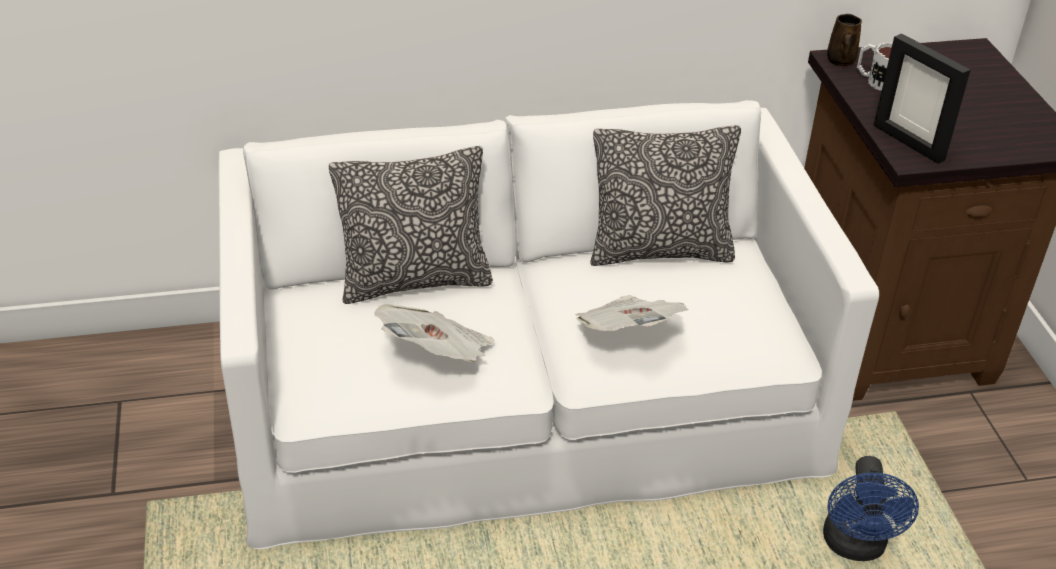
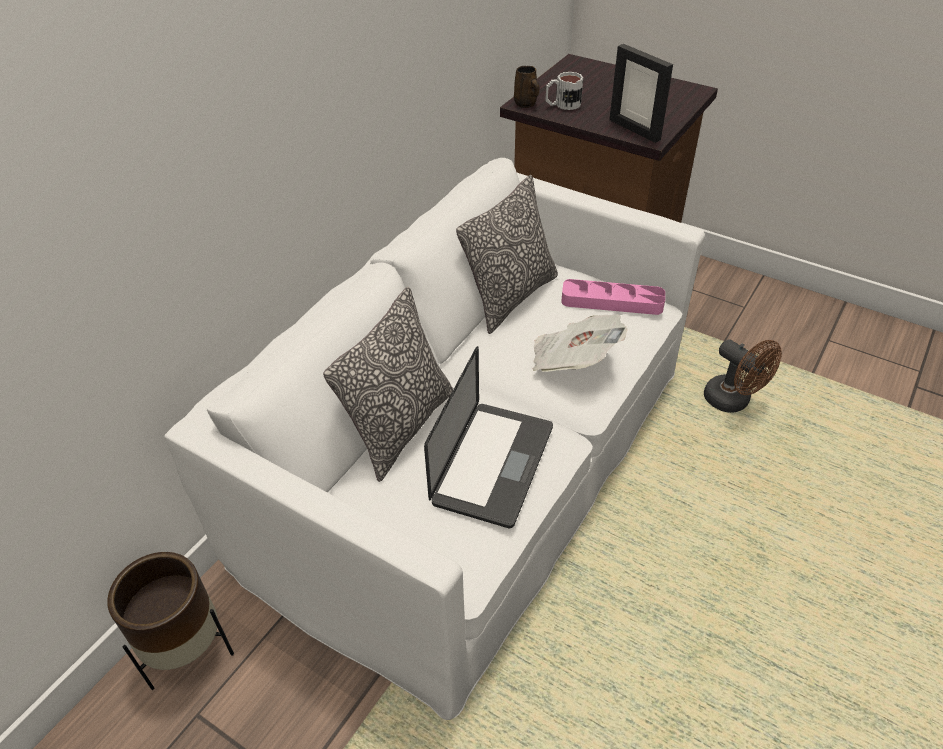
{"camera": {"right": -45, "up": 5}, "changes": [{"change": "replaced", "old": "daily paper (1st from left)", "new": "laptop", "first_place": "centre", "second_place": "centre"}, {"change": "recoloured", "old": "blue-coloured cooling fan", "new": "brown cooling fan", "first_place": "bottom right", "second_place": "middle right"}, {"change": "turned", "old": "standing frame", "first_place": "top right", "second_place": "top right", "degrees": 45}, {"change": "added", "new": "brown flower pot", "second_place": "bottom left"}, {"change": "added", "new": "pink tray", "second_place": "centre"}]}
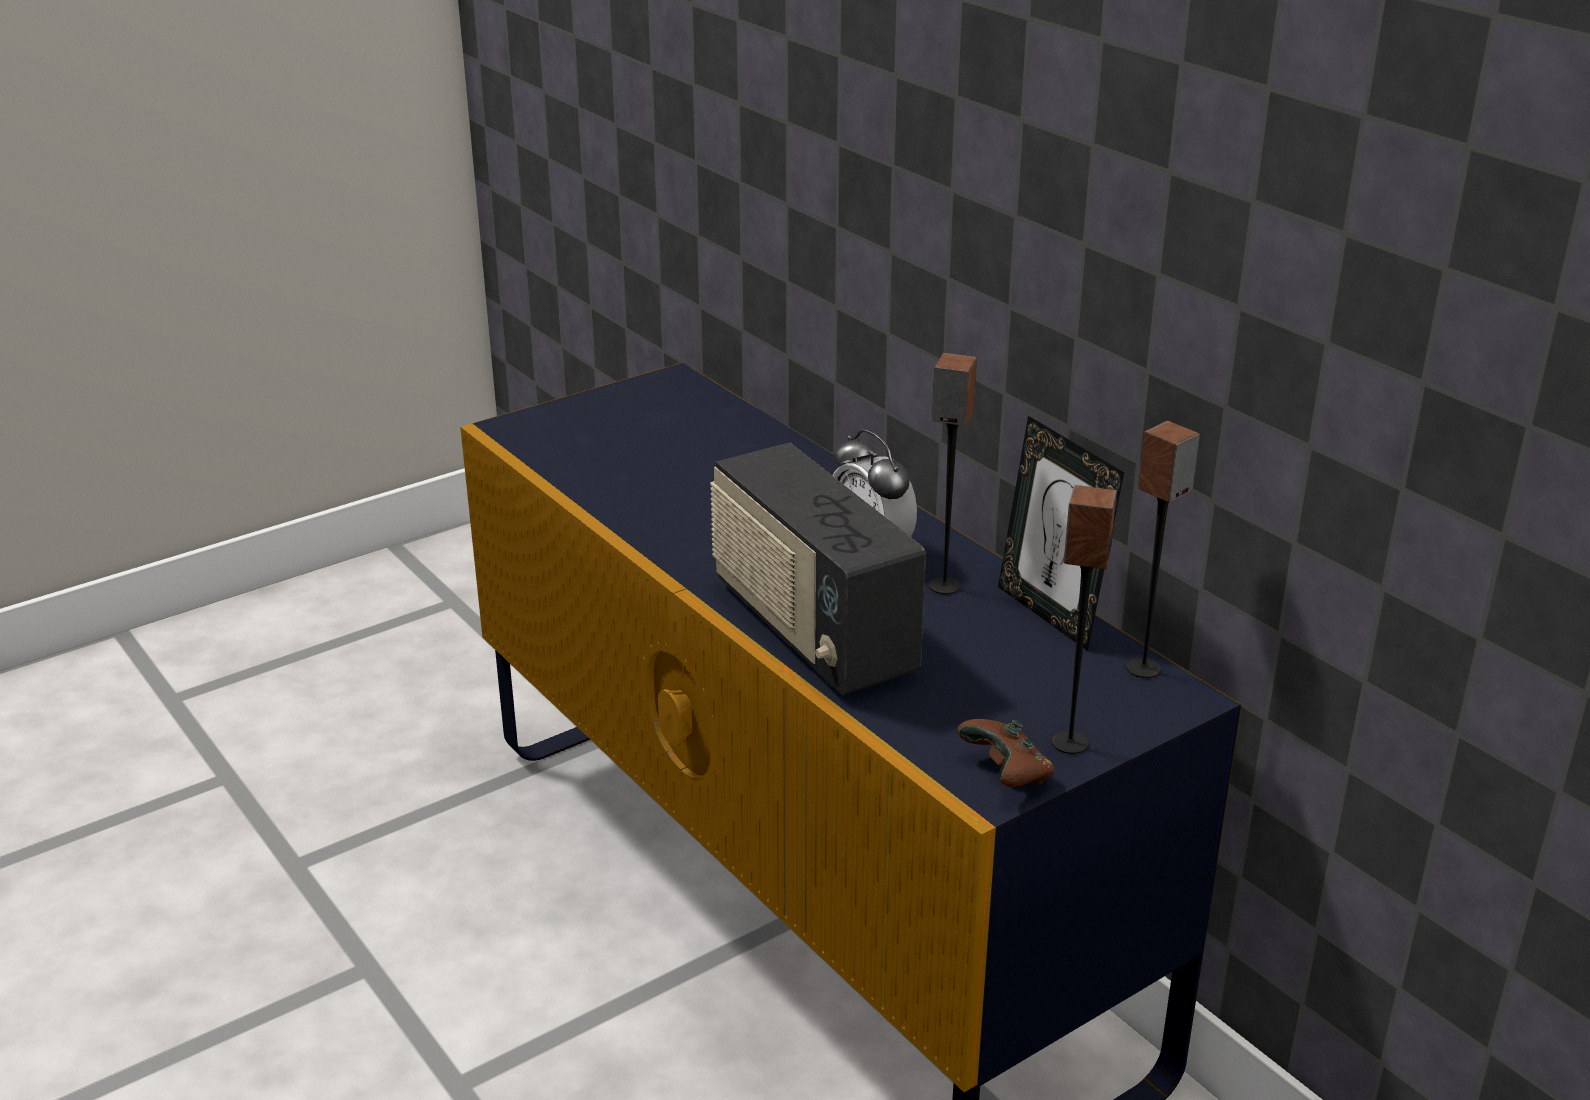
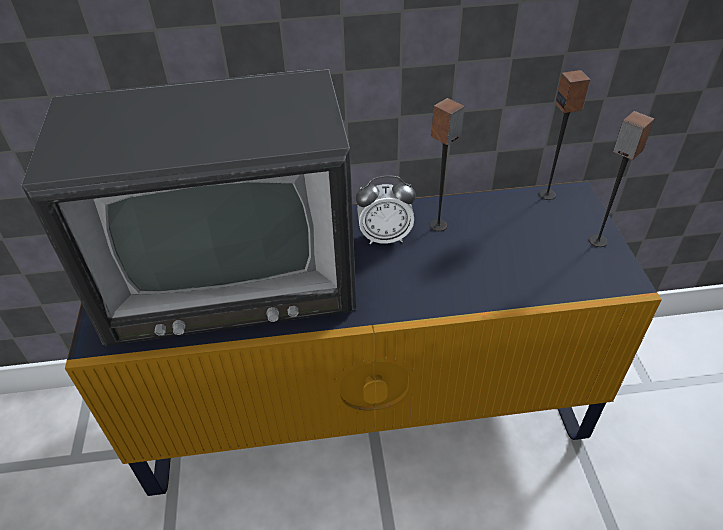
{"camera": {"right": -60, "up": 15}, "changes": [{"change": "removed", "old": "radio set", "first_place": "centre"}, {"change": "removed", "old": "brown gamepad", "first_place": "bottom centre"}, {"change": "removed", "old": "standing frame", "first_place": "middle right"}, {"change": "added", "new": "television", "second_place": "middle left"}]}
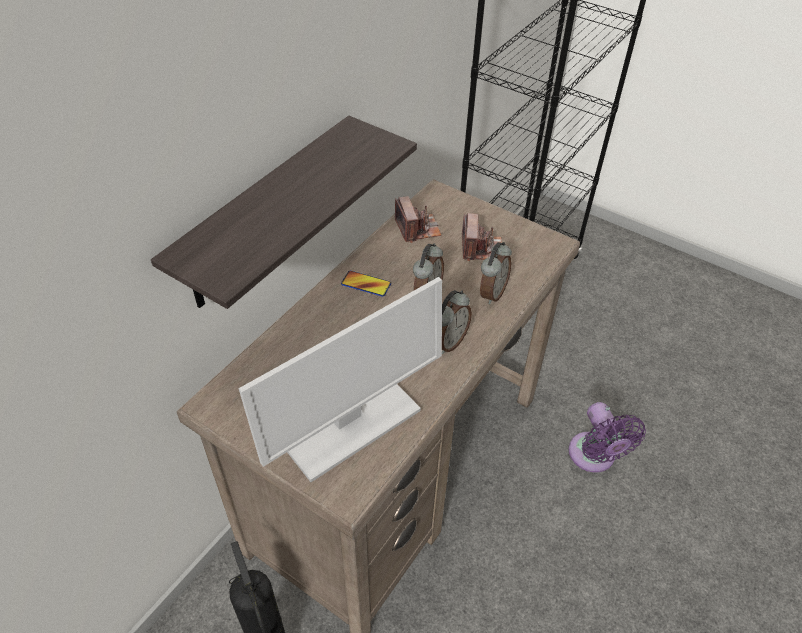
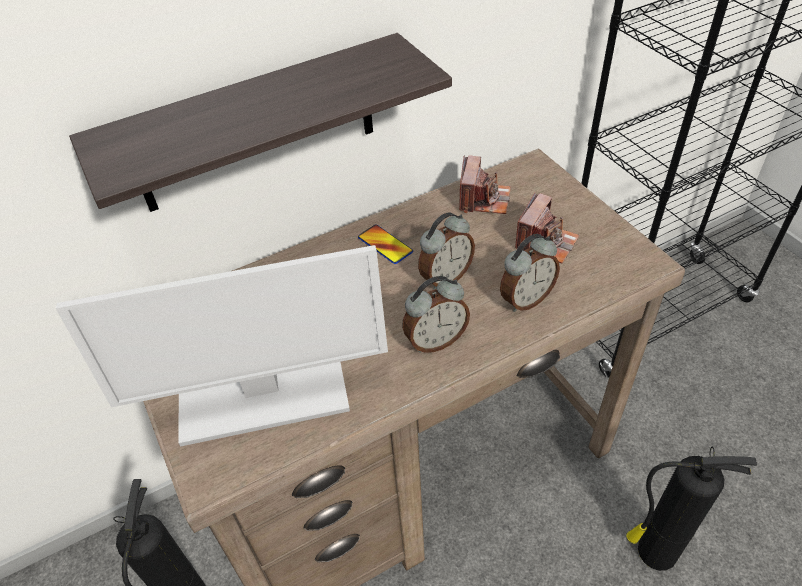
{"camera": {"right": 30, "up": 0}, "changes": [{"change": "replaced", "old": "purple-coloured cooling fan", "new": "extinguisher (2nd from left)", "first_place": "bottom right", "second_place": "bottom right"}]}
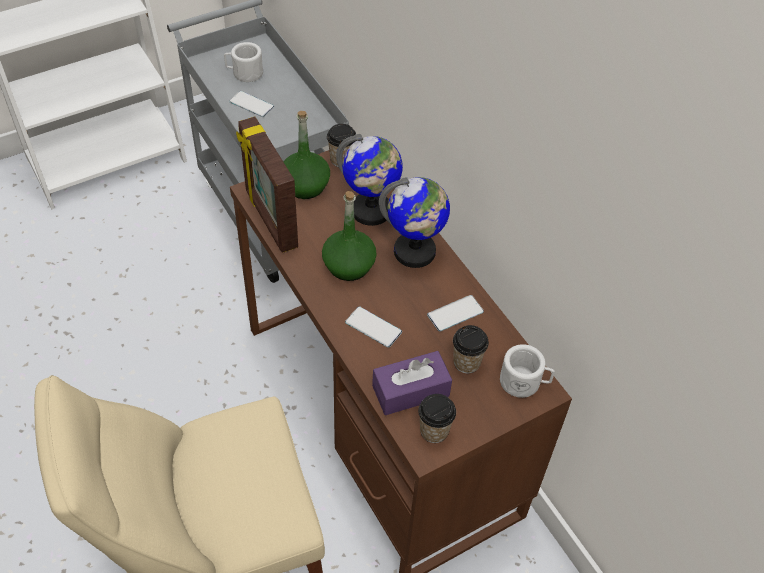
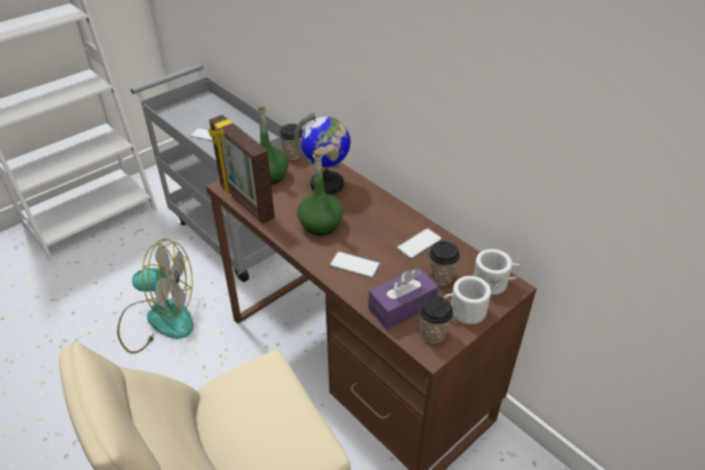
{"camera": {"right": -10, "up": -10}, "changes": [{"change": "moved", "old": "whitish mug (1st from left)", "first_place": "top left", "second_place": "centre"}, {"change": "removed", "old": "globe (2nd from left)", "first_place": "centre"}, {"change": "added", "new": "cooling fan", "second_place": "middle left"}]}
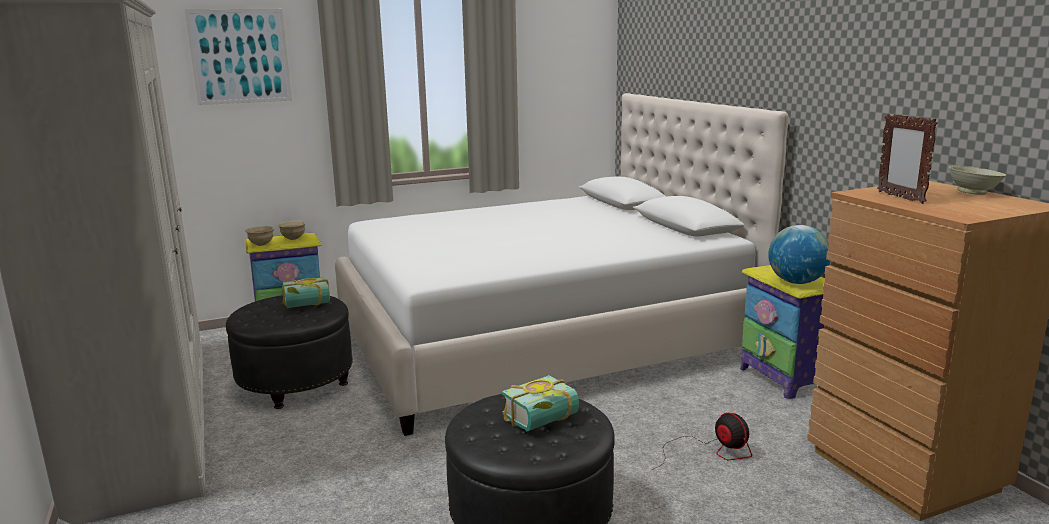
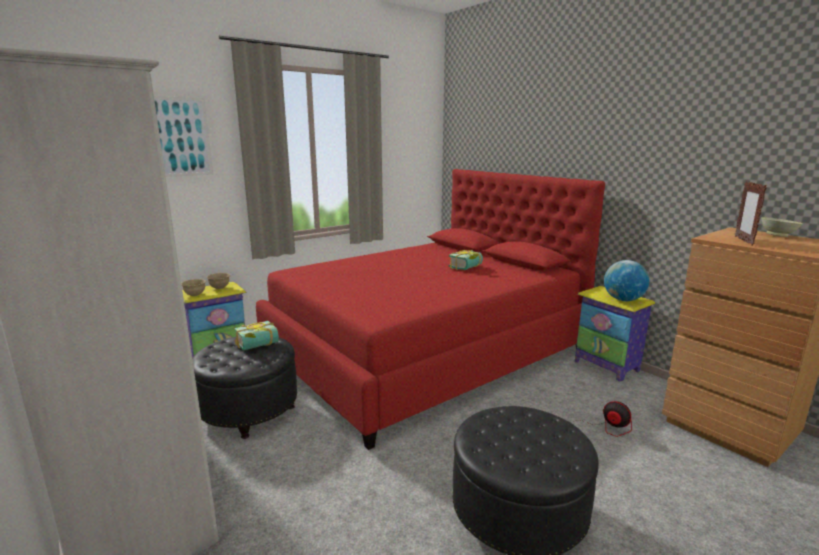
{"camera": {"right": -15, "up": 0}, "changes": [{"change": "recoloured", "old": "whitish bedroom bed", "new": "red-coloured bedroom bed", "first_place": "centre", "second_place": "centre"}, {"change": "moved", "old": "book (2nd from left)", "first_place": "bottom centre", "second_place": "centre"}, {"change": "turned", "old": "standing frame", "first_place": "top right", "second_place": "middle right", "degrees": 45}]}
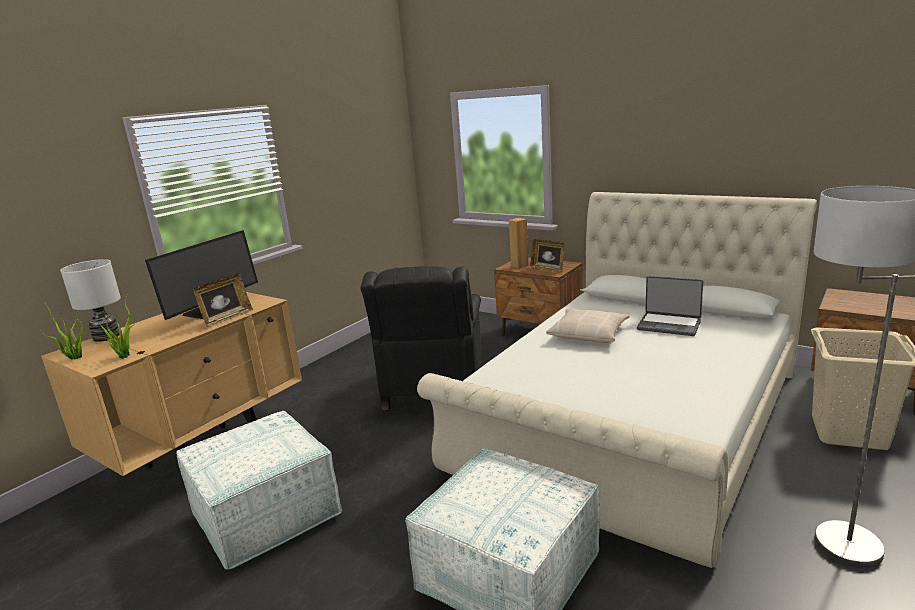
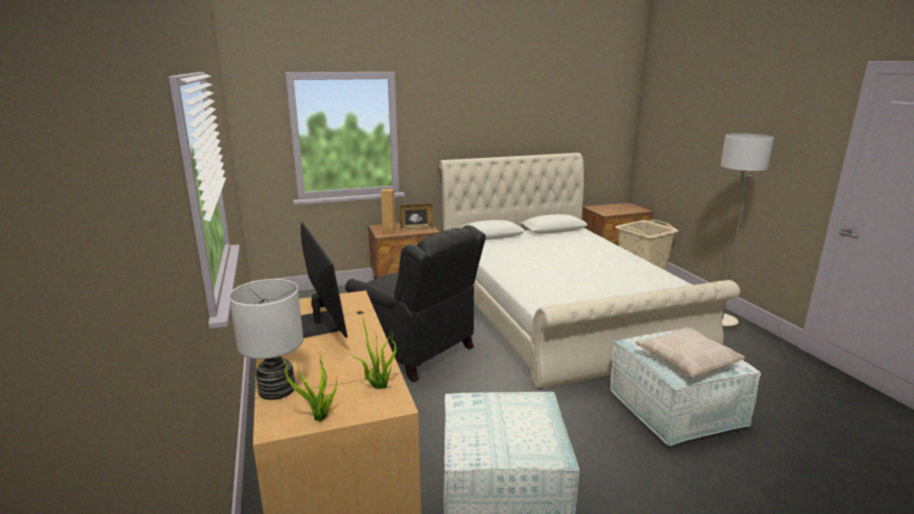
{"camera": {"right": -55, "up": 0}, "changes": [{"change": "removed", "old": "standing frame (1st from left)", "first_place": "middle left"}, {"change": "moved", "old": "beige pillow", "first_place": "centre", "second_place": "bottom right"}, {"change": "removed", "old": "laptop", "first_place": "middle right"}]}
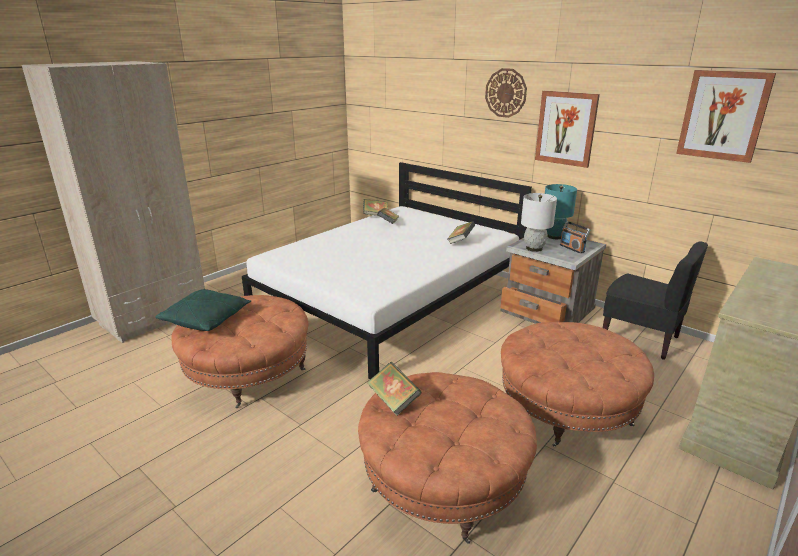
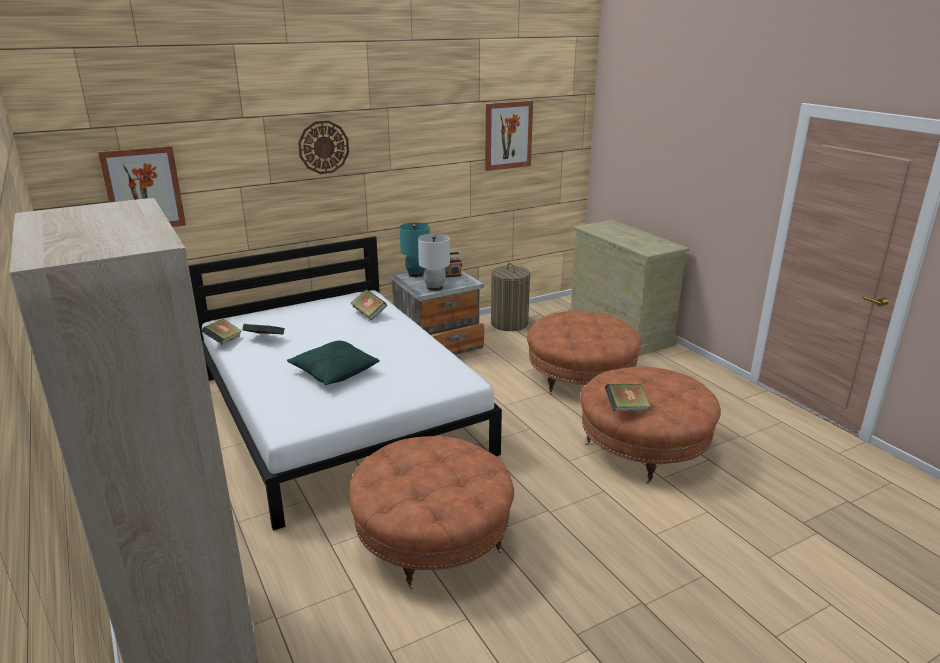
{"camera": {"right": -70, "up": 0}, "changes": [{"change": "moved", "old": "green-coloured pillow", "first_place": "middle left", "second_place": "centre"}, {"change": "moved", "old": "picture (1st from left)", "first_place": "top right", "second_place": "top left"}, {"change": "replaced", "old": "black-coloured plain chair", "new": "washing basket", "first_place": "middle right", "second_place": "centre"}]}
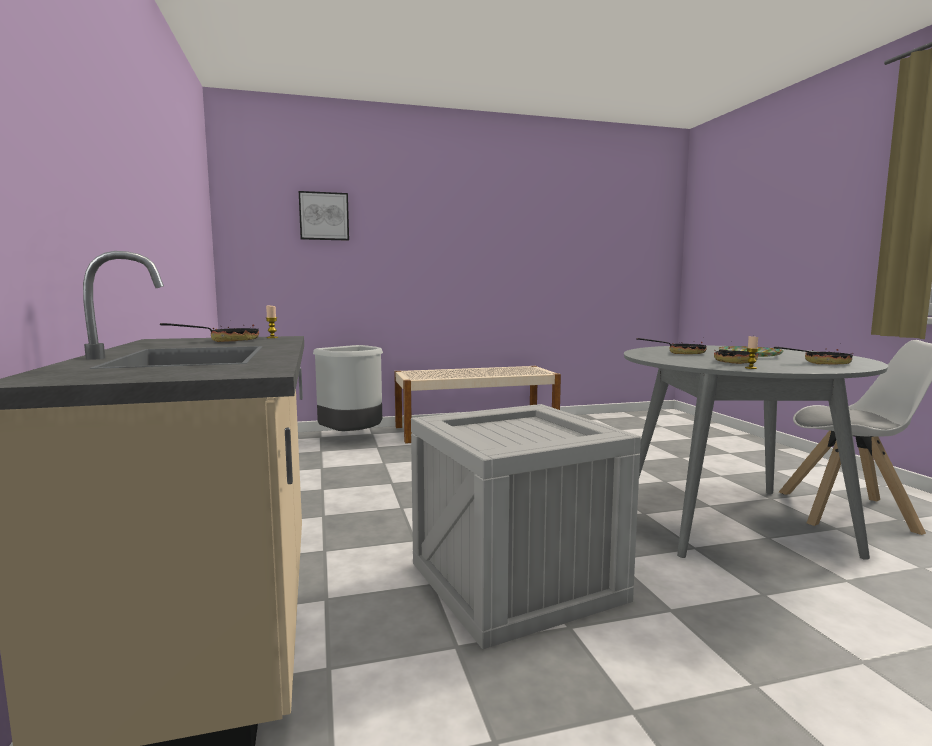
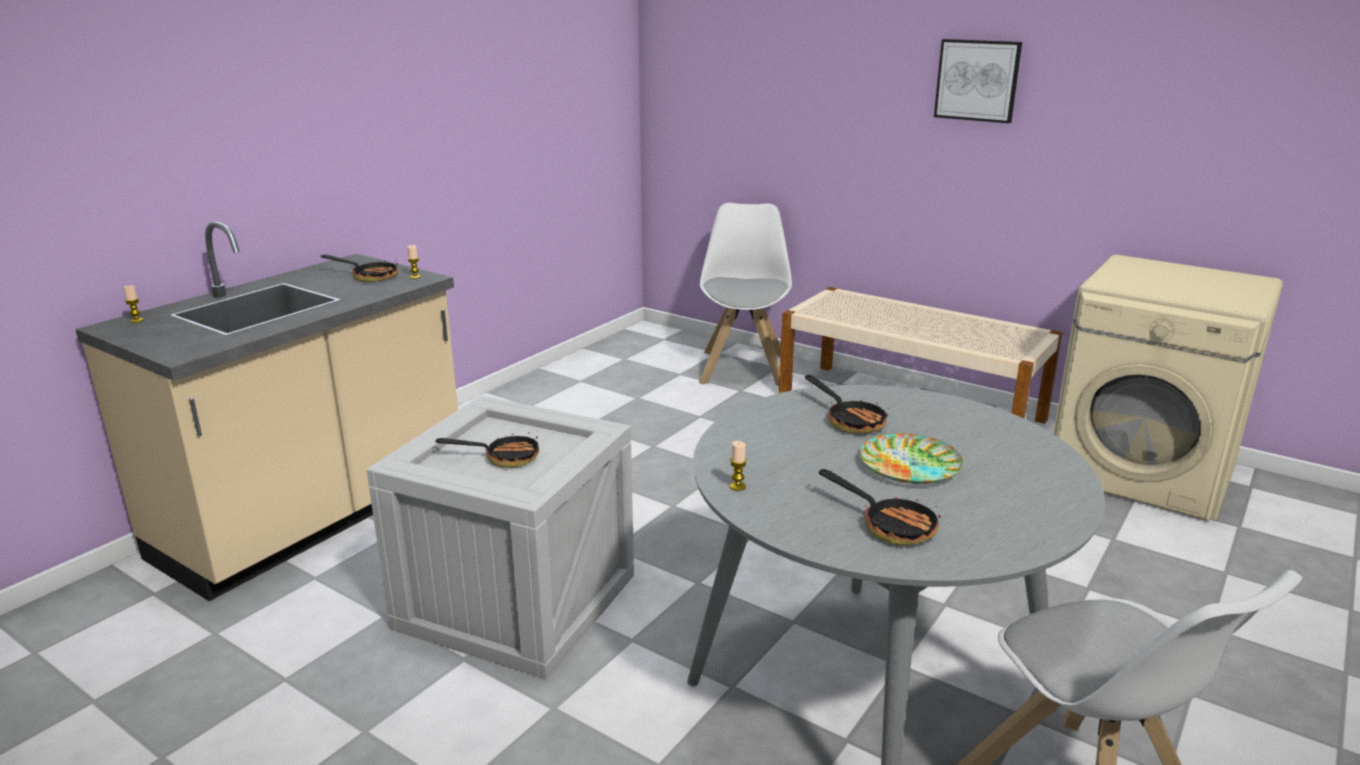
{"camera": {"right": 50, "up": 15}, "changes": [{"change": "moved", "old": "picture", "first_place": "top centre", "second_place": "top right"}, {"change": "replaced", "old": "greyish waste bin", "new": "plain chair (1st from left)", "first_place": "centre", "second_place": "centre"}, {"change": "moved", "old": "frying pan (3rd from left in the first image)", "new": "frying pan (2nd from left)", "first_place": "middle right", "second_place": "centre"}, {"change": "added", "new": "wax light (1st from left)", "second_place": "middle left"}, {"change": "added", "new": "beige laundry appliance", "second_place": "middle right"}]}
